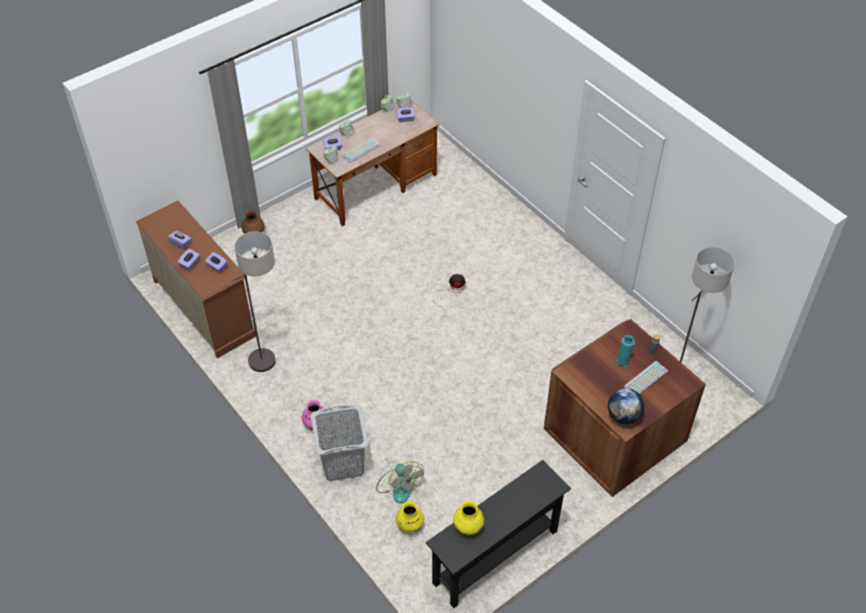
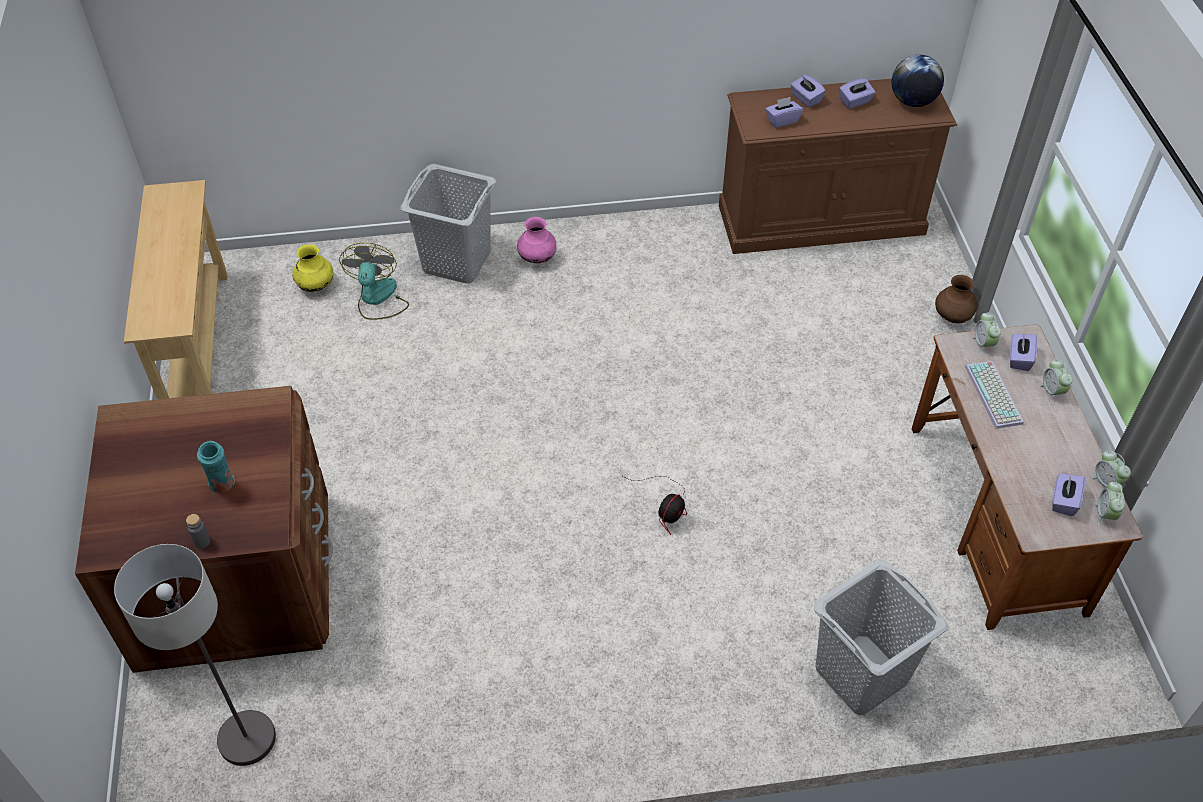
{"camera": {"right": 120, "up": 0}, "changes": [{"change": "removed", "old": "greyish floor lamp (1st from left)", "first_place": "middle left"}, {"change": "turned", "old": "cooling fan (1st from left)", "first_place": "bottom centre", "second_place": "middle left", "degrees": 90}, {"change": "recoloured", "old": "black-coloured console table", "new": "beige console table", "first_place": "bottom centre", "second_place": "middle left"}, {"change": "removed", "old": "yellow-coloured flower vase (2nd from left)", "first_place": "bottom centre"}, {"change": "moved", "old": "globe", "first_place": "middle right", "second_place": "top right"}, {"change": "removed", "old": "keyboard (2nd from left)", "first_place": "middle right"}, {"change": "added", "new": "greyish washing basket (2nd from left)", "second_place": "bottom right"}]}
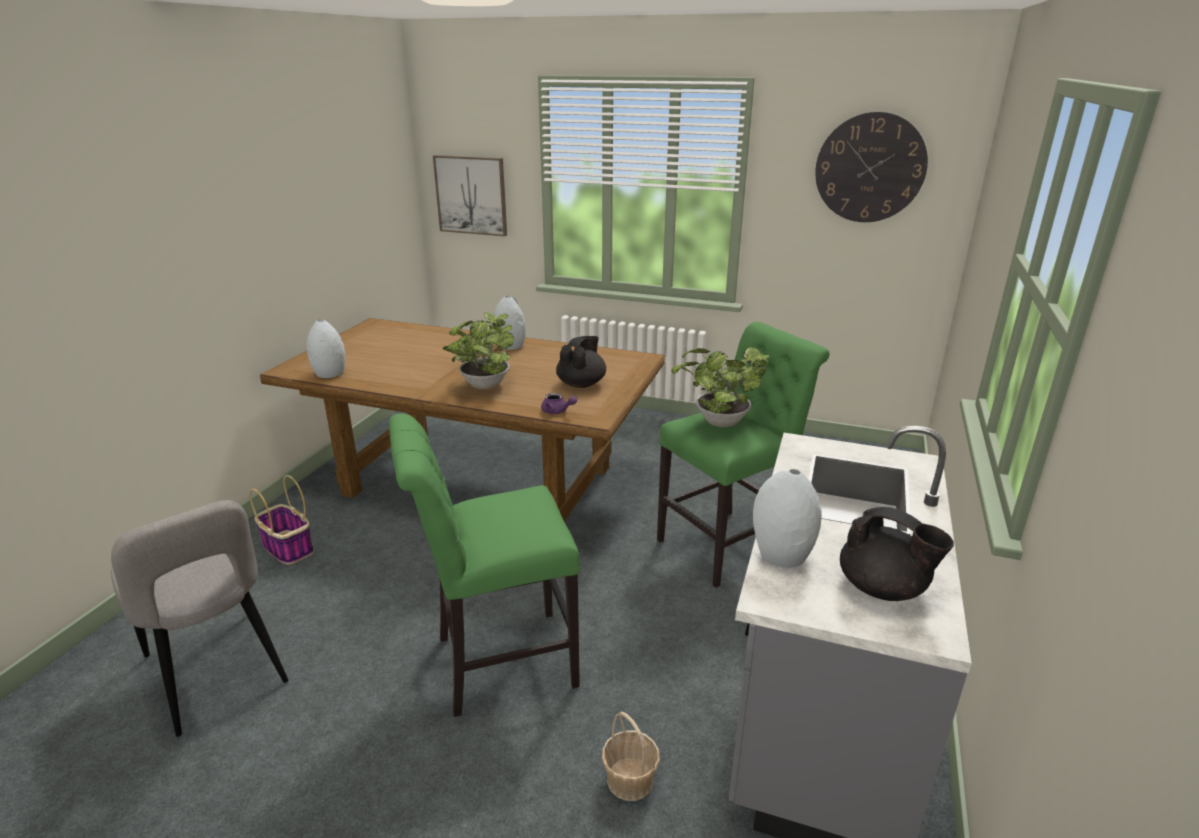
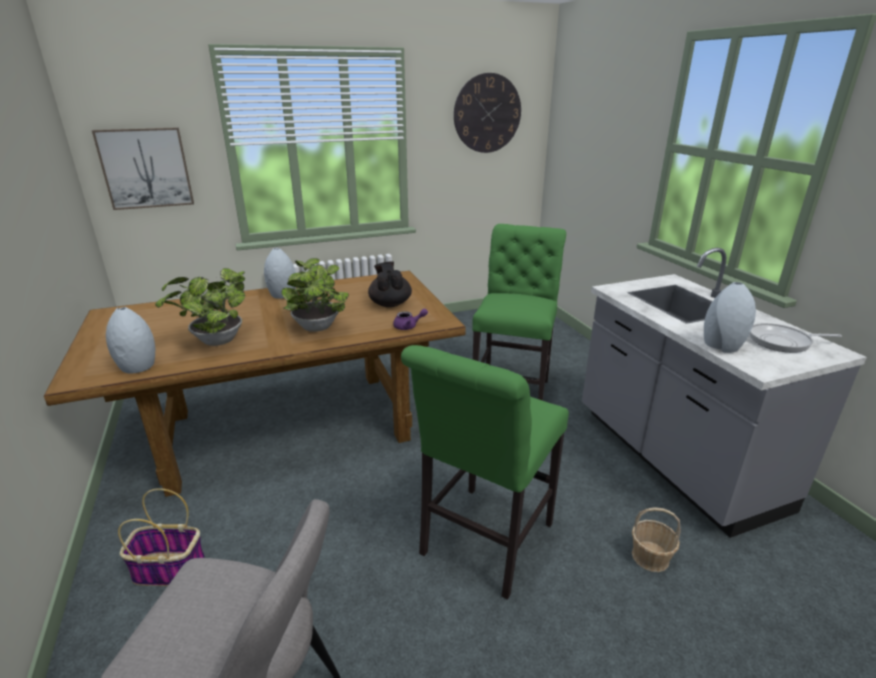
{"camera": {"right": -40, "up": 0}, "changes": [{"change": "moved", "old": "plant in a pot (2nd from left in the first image)", "new": "plant in a pot (1st from left)", "first_place": "centre", "second_place": "middle left"}, {"change": "replaced", "old": "black-coloured tea pot (2nd from left)", "new": "frying pan", "first_place": "middle right", "second_place": "middle right"}]}
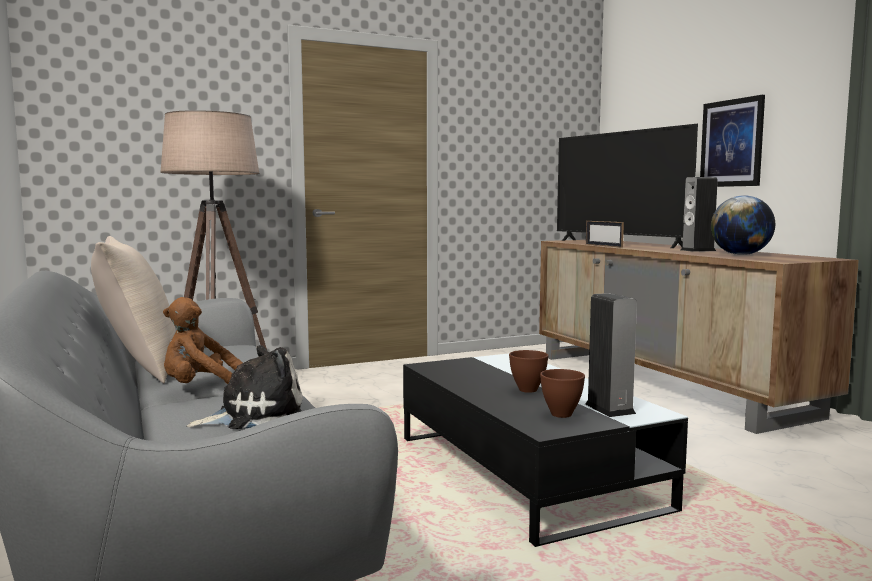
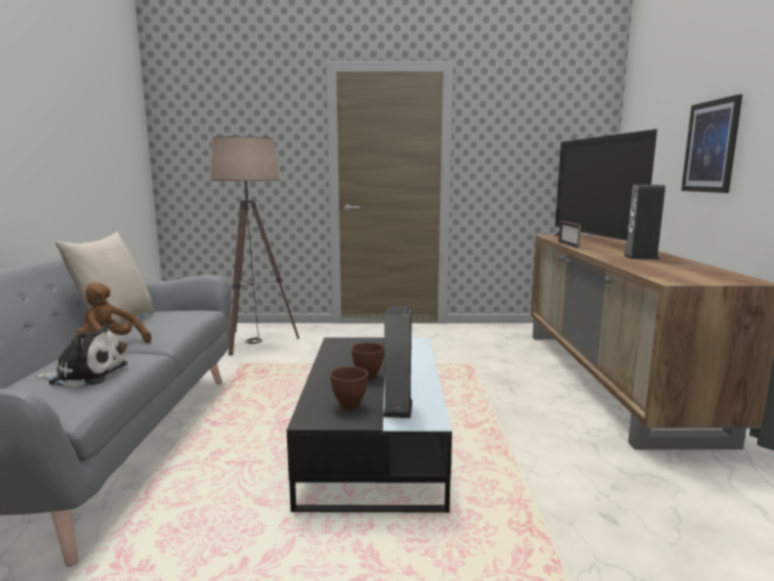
{"camera": {"right": 25, "up": 5}, "changes": [{"change": "removed", "old": "globe", "first_place": "middle right"}]}
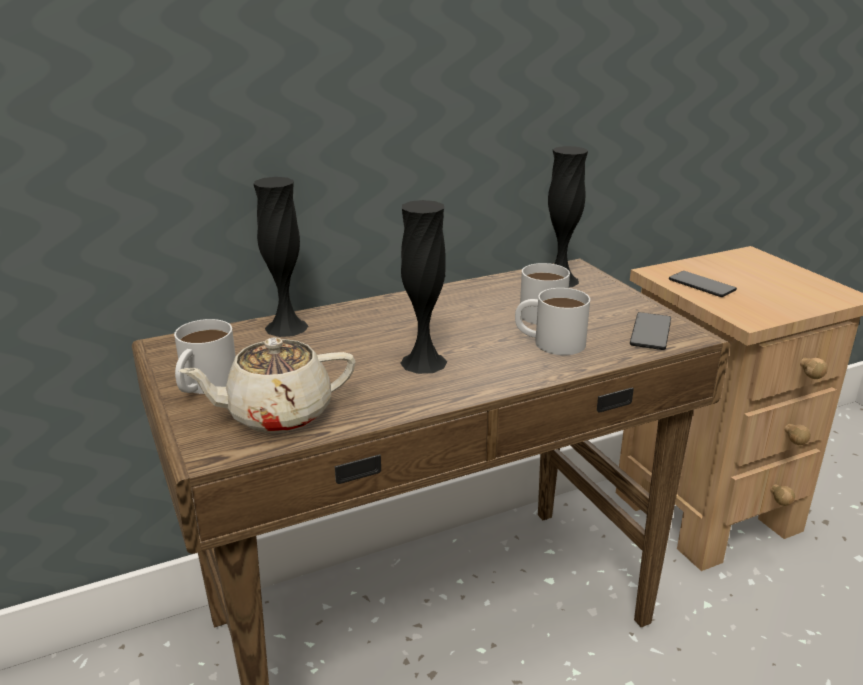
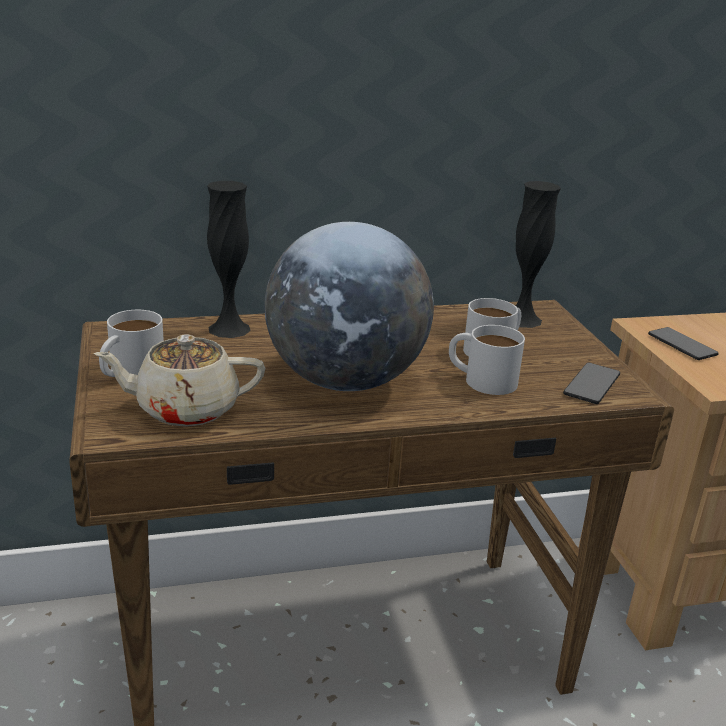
{"camera": {"right": 10, "up": 0}, "changes": [{"change": "replaced", "old": "black-coloured flower vase (2nd from left)", "new": "globe", "first_place": "centre", "second_place": "centre"}]}
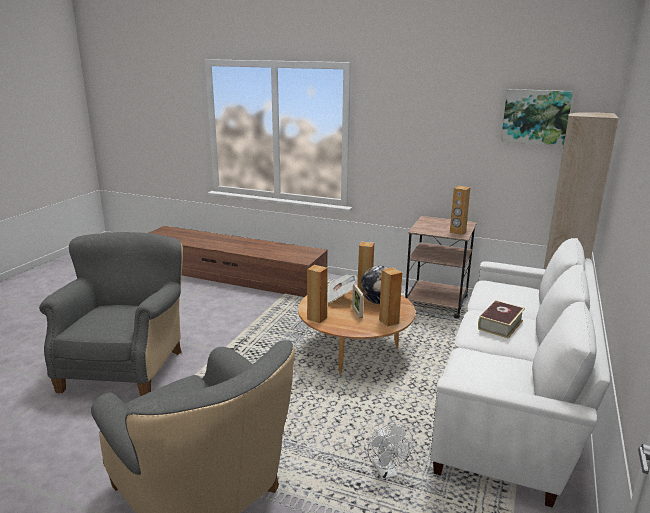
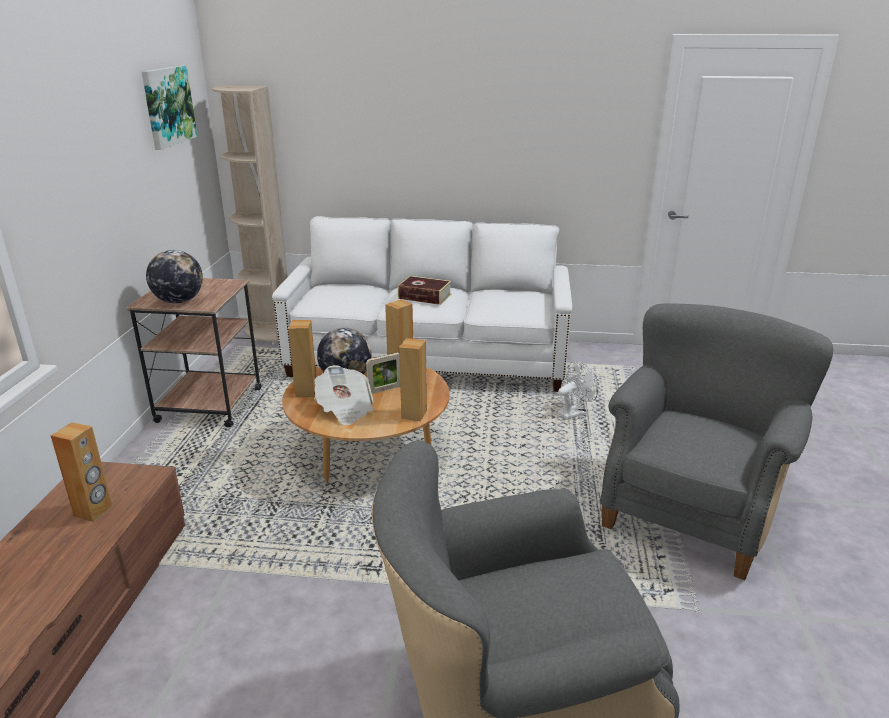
{"camera": {"right": -105, "up": 5}, "changes": [{"change": "moved", "old": "brown speaker (4th from left in the first image)", "new": "brown speaker (1st from left)", "first_place": "middle right", "second_place": "middle left"}, {"change": "added", "new": "globe (1st from left)", "second_place": "middle left"}]}
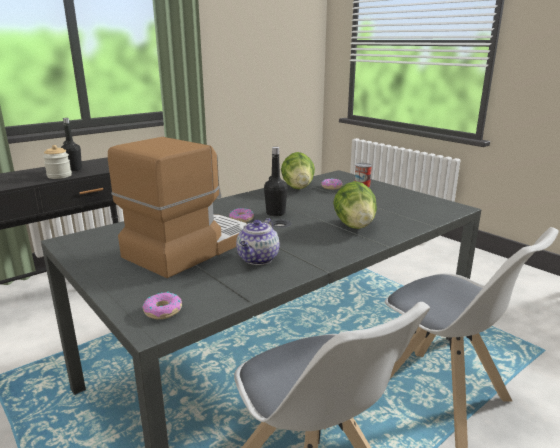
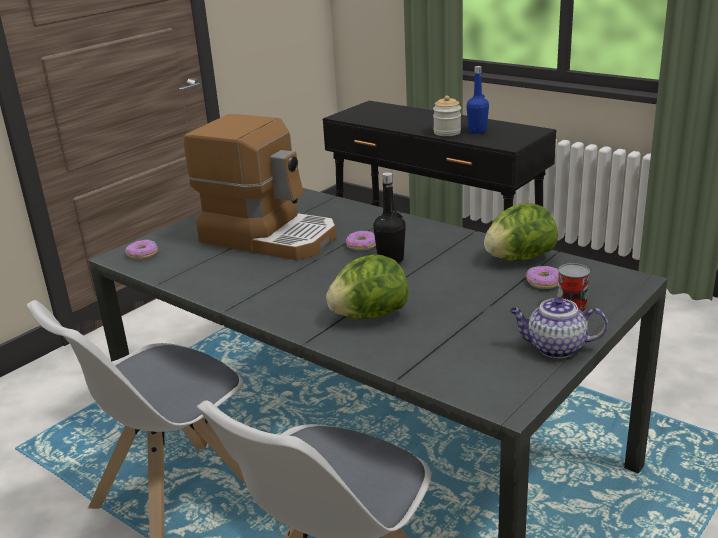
{"camera": {"right": 80, "up": 5}, "changes": [{"change": "recoloured", "old": "black-coloured beverage bottle (1st from left)", "new": "blue-coloured beverage bottle", "first_place": "top left", "second_place": "top centre"}, {"change": "moved", "old": "tea pot", "first_place": "centre", "second_place": "middle right"}]}
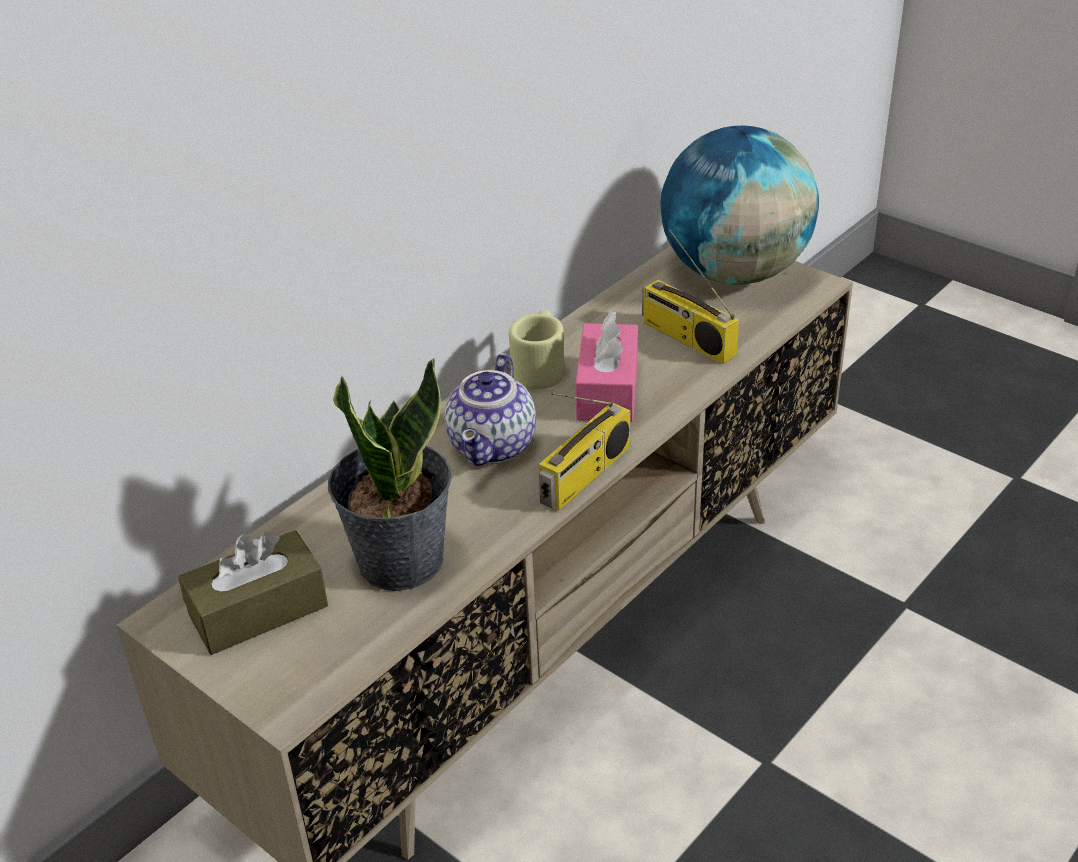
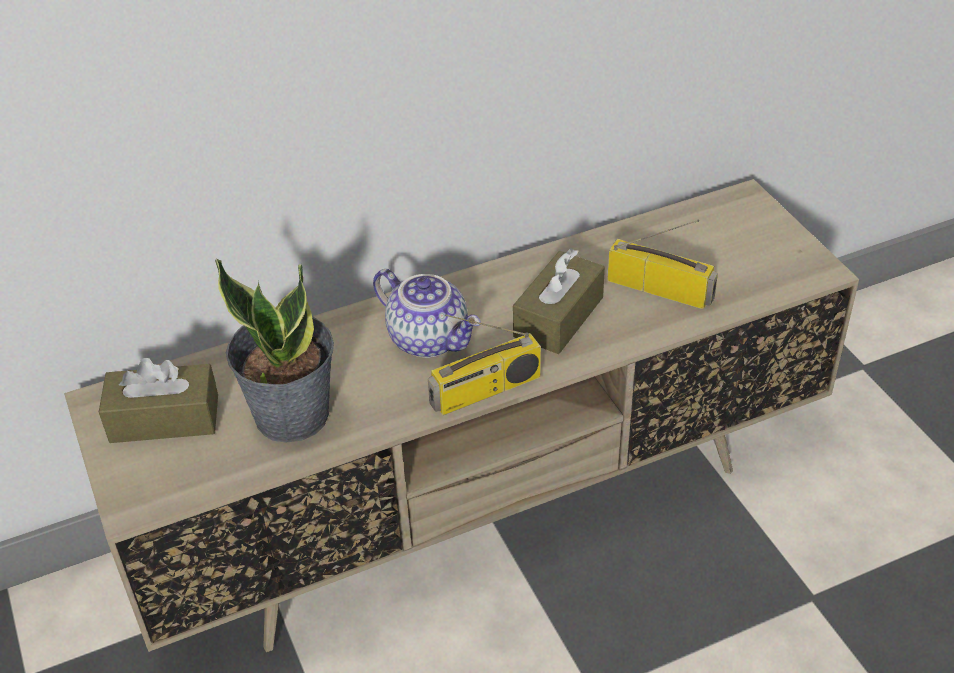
{"camera": {"right": 25, "up": 5}, "changes": [{"change": "turned", "old": "tea pot", "first_place": "centre", "second_place": "centre", "degrees": -90}, {"change": "removed", "old": "beige mug", "first_place": "centre"}, {"change": "recoloured", "old": "pink box of tissues", "new": "brown box of tissues (2nd from left)", "first_place": "centre", "second_place": "centre"}, {"change": "turned", "old": "radio set (2nd from left)", "first_place": "centre", "second_place": "middle right", "degrees": 135}, {"change": "removed", "old": "globe", "first_place": "top right"}]}
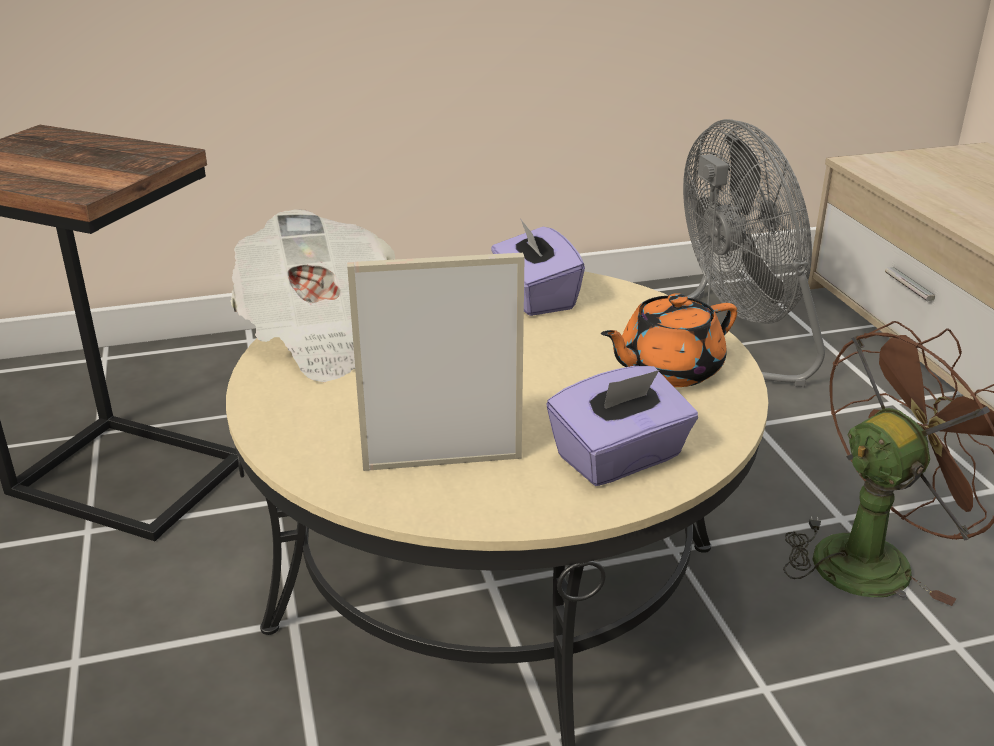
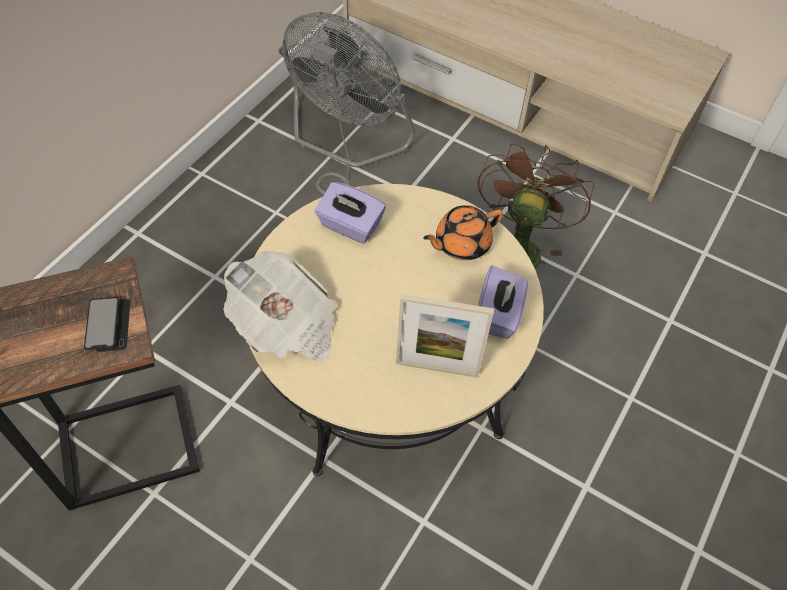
{"camera": {"right": -45, "up": 25}, "changes": [{"change": "turned", "old": "standing frame", "first_place": "centre", "second_place": "centre", "degrees": -120}, {"change": "turned", "old": "orange-coloured tea pot", "first_place": "middle right", "second_place": "centre", "degrees": 45}, {"change": "added", "new": "phone", "second_place": "middle left"}]}
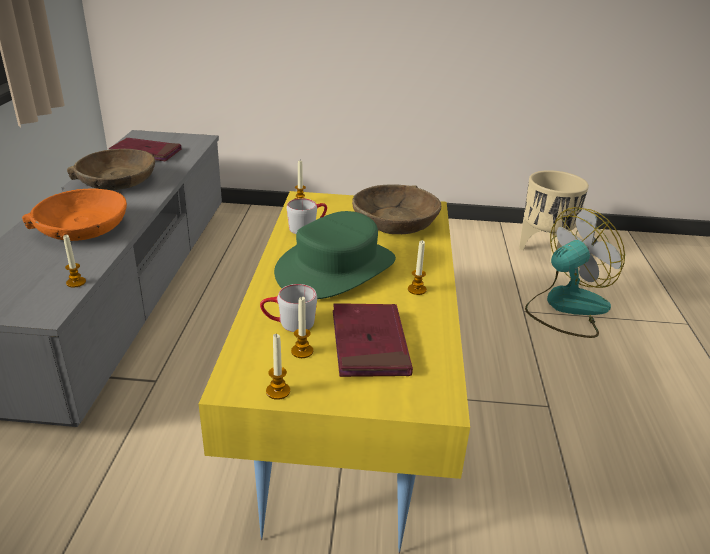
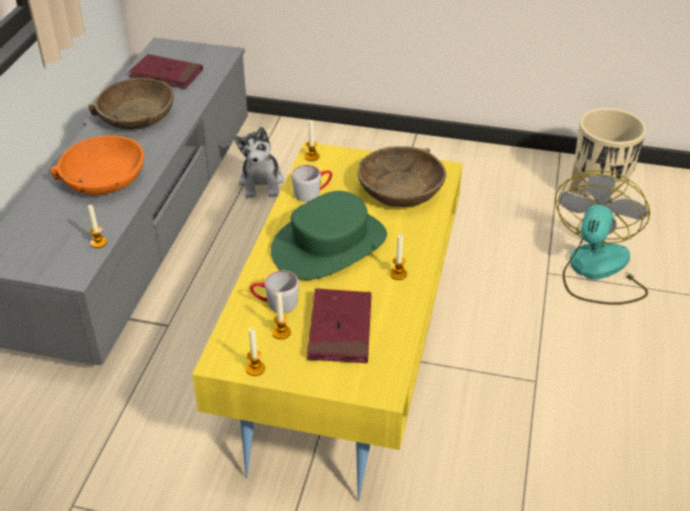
{"camera": {"right": 10, "up": 10}, "changes": [{"change": "turned", "old": "cooling fan", "first_place": "middle right", "second_place": "middle right", "degrees": -45}, {"change": "added", "new": "cuddly toy", "second_place": "top centre"}]}
